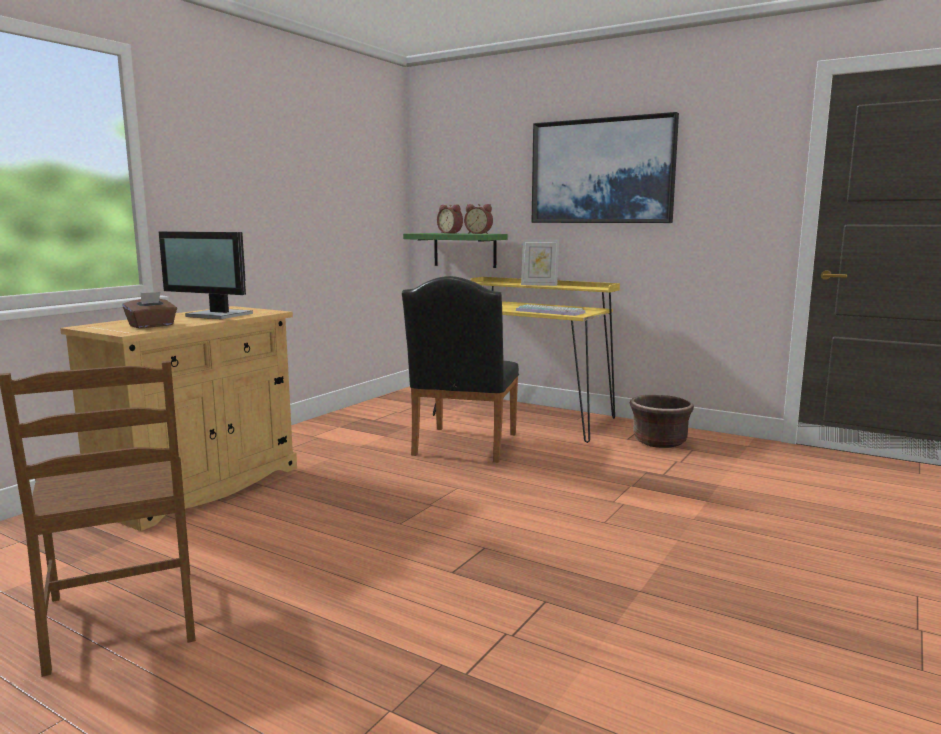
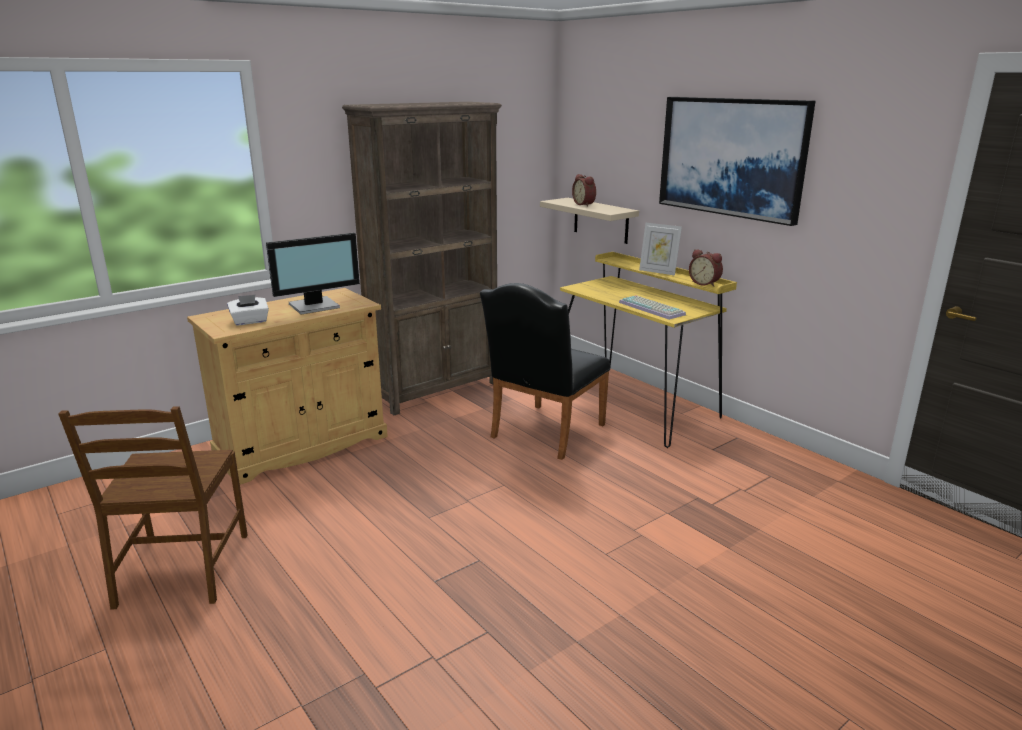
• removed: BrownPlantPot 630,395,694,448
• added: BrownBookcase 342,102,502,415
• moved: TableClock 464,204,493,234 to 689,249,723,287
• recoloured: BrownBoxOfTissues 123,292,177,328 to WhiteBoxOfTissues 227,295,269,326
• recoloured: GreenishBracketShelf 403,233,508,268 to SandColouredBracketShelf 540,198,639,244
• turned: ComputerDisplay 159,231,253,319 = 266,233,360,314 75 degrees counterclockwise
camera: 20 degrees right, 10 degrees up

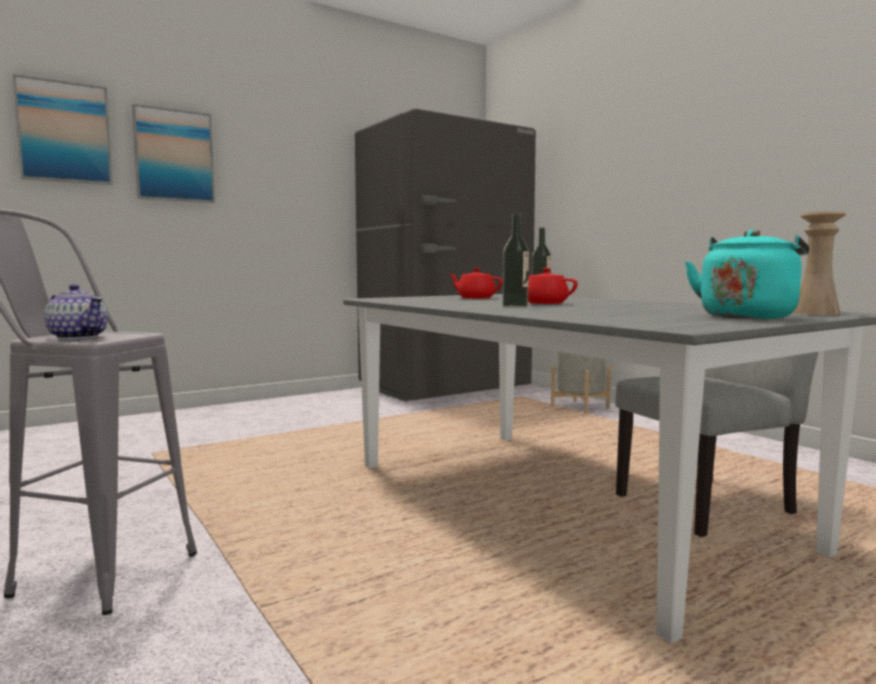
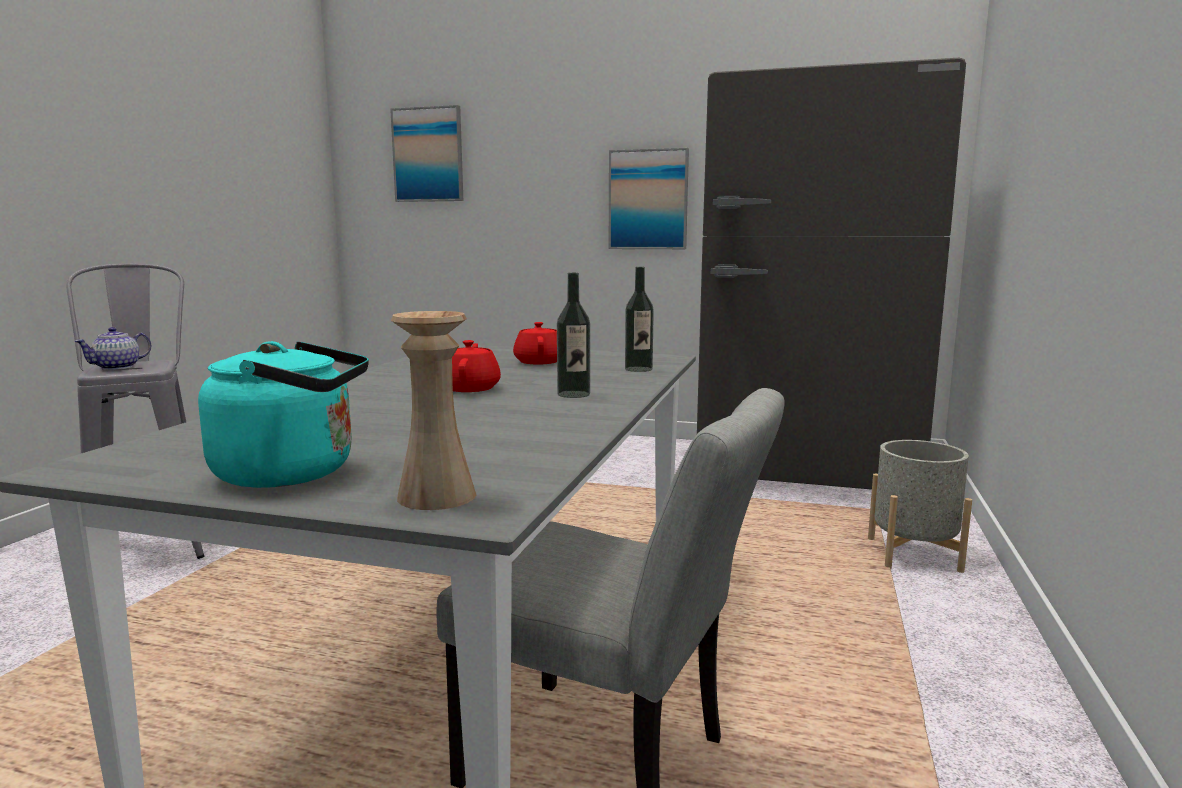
• moved: WallArt 132,104,215,203 to 609,148,689,249
• moved: BeverageBottle 502,213,529,308 to 557,273,590,398
• turned: TeaPot 44,284,107,339 = 74,327,151,370 45 degrees clockwise
camera: 50 degrees right, 5 degrees up

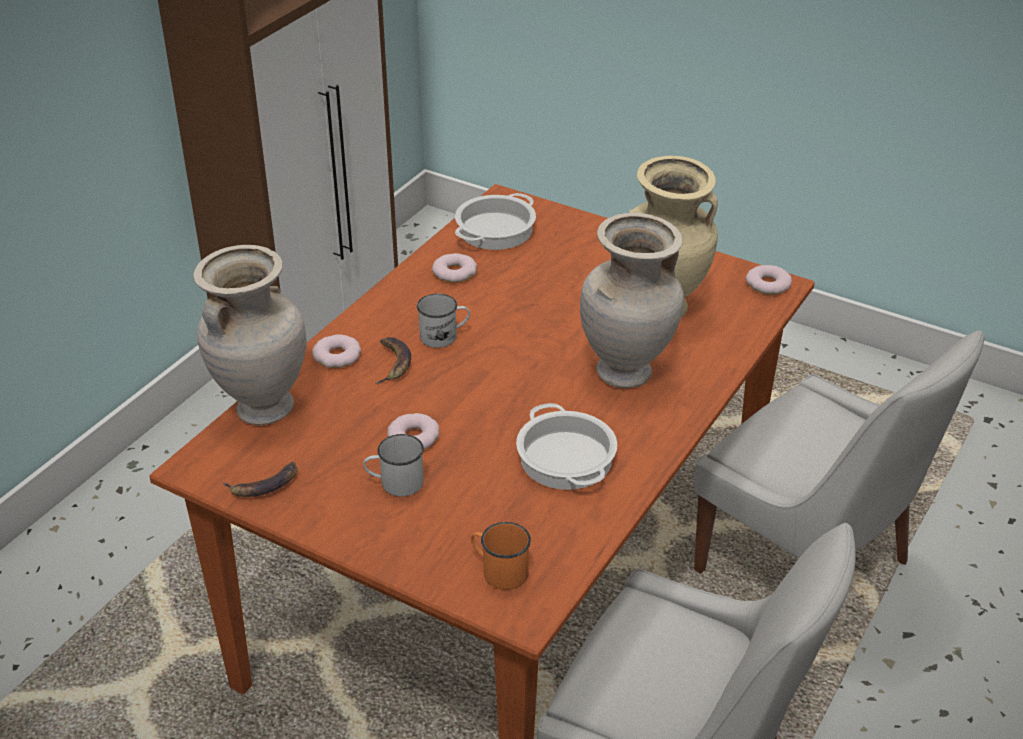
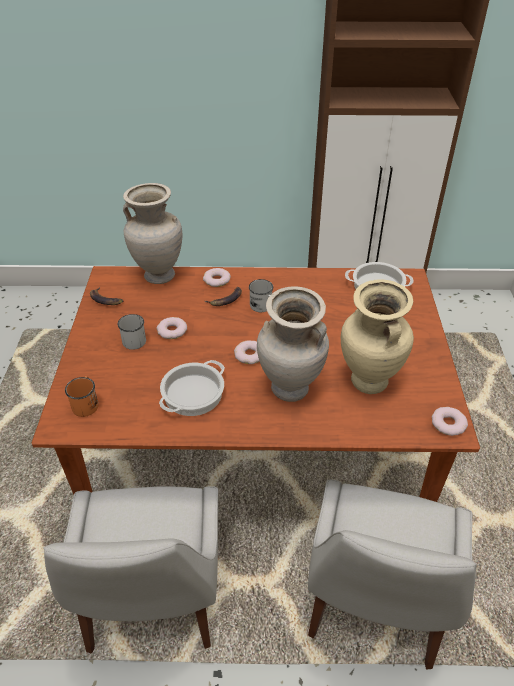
• moved: RingDoughnut 432,253,477,282 to 234,340,260,364
camera: 60 degrees right, 5 degrees up

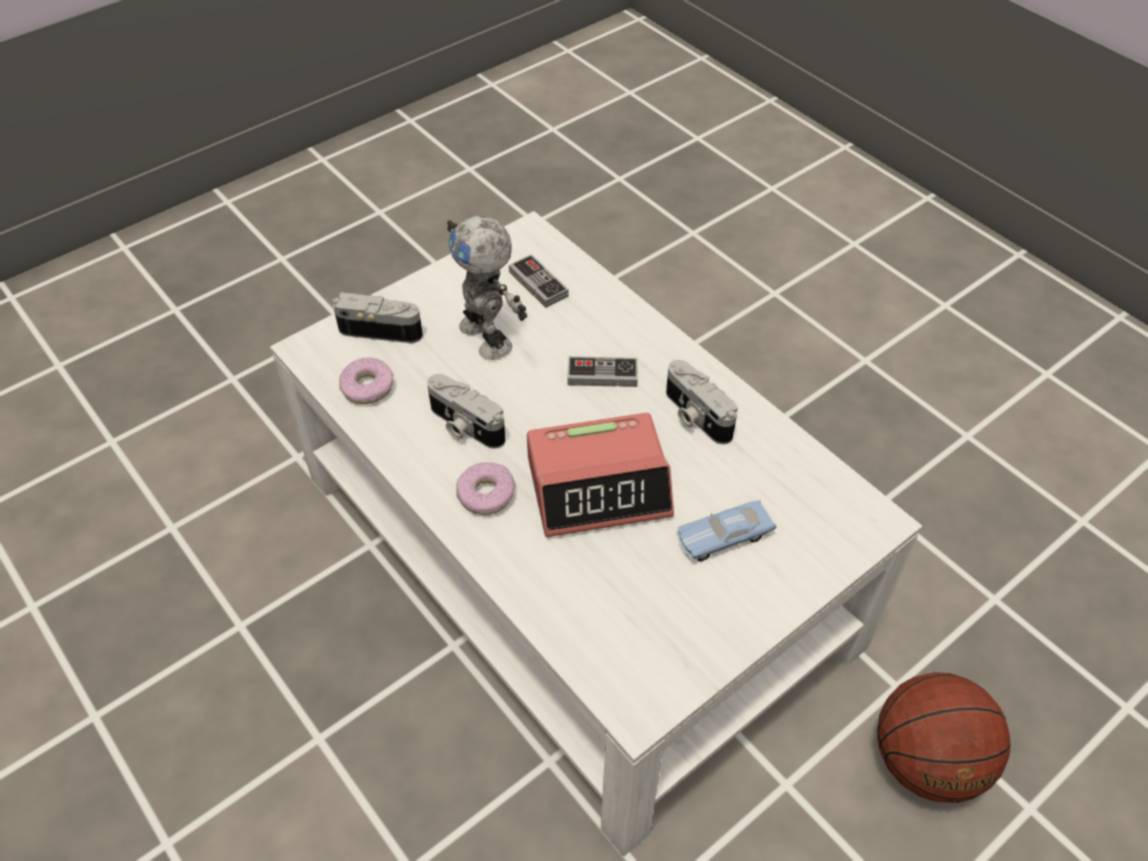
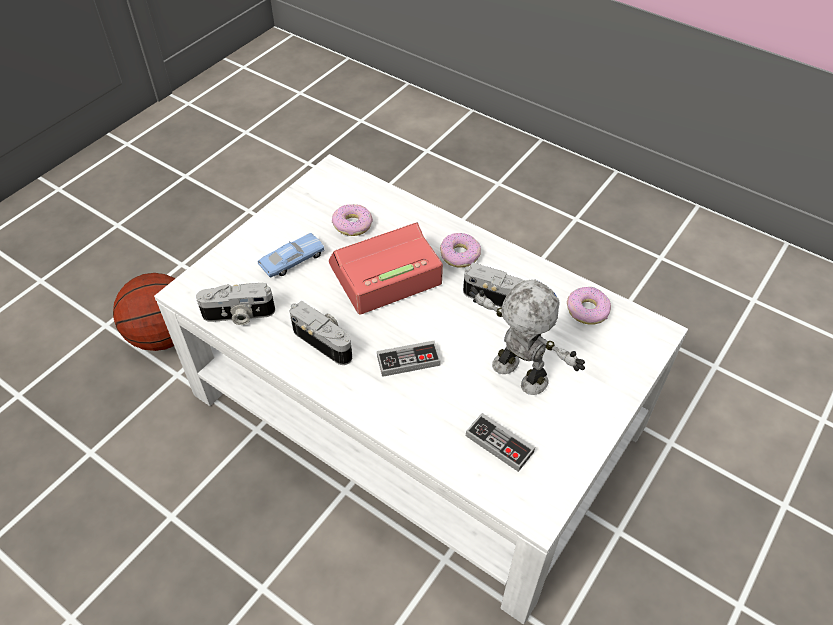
• added: RingDoughnut 332,204,373,236
• moved: StillCamera 333,292,423,343 to 196,283,275,325
camera: 165 degrees right, 0 degrees up

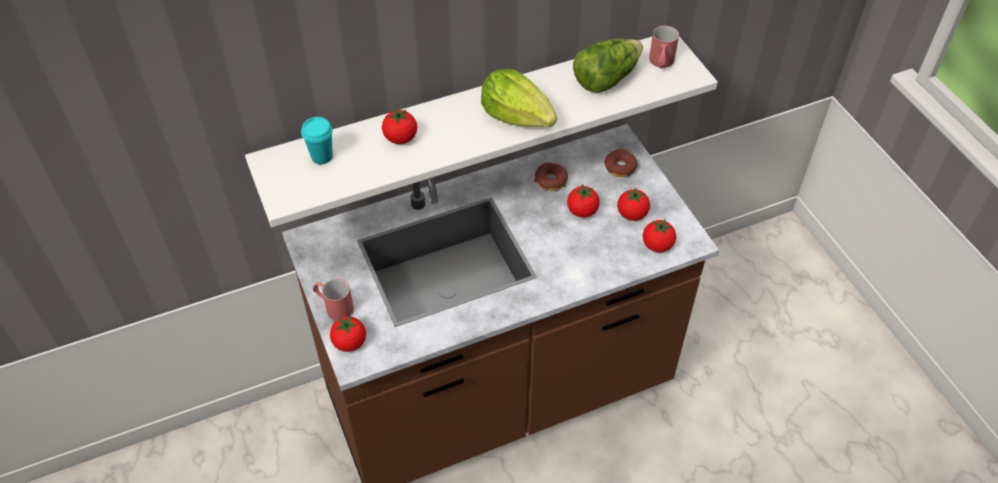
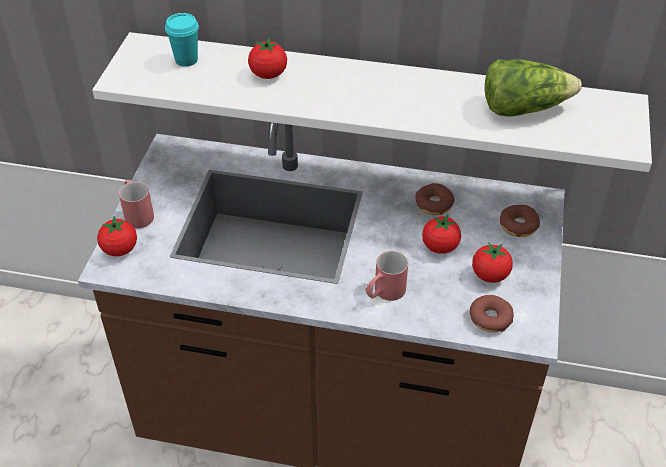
• removed: LettuceHead 481,69,557,127
• moved: RedColouredTeaMug 649,26,679,69 to 366,251,408,301
• replaced: Tomato 643,219,676,252 to RingDoughnut 470,295,514,332
camera: 35 degrees right, 5 degrees down

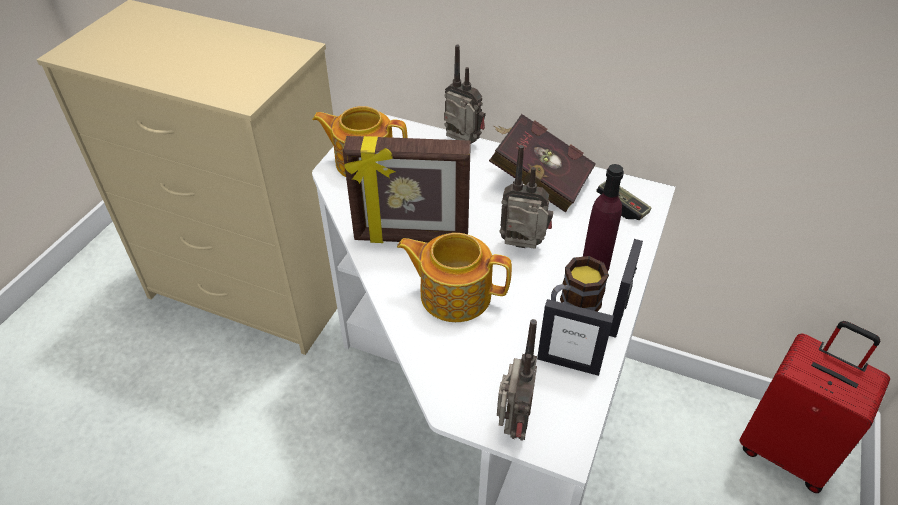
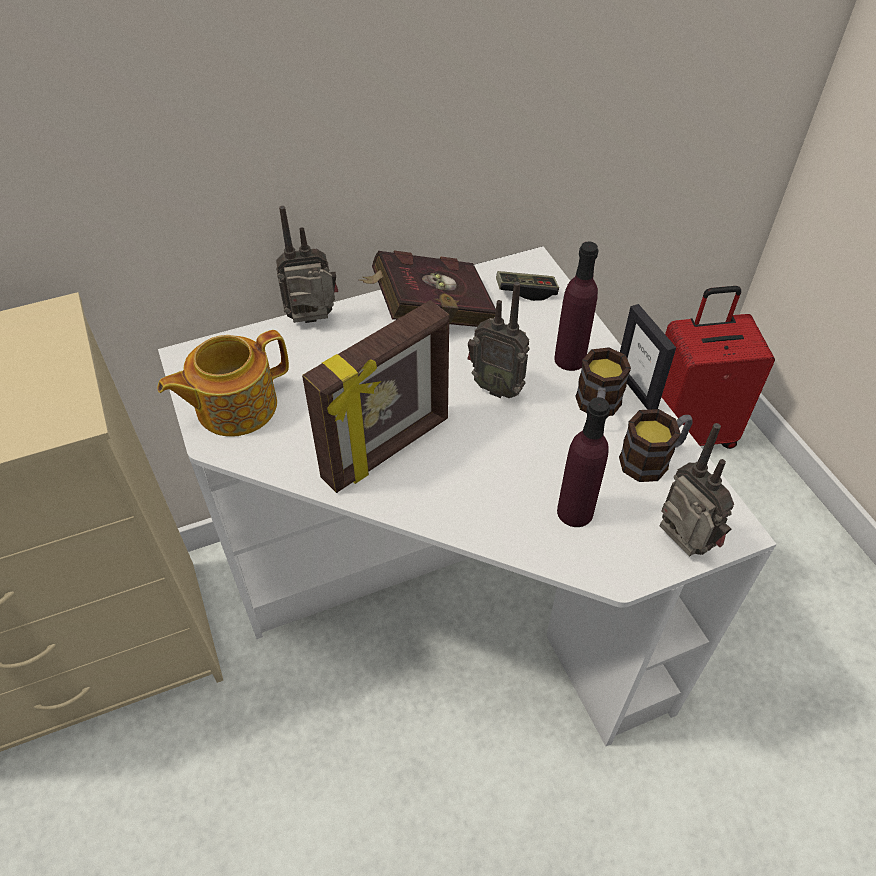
• removed: TeaPot 397,233,512,322
• added: PurpleColouredBeverageBottle 557,397,610,527
• replaced: StandingFrame 537,299,614,376 to TeaMug 619,409,693,482
• turned: Radio 499,145,554,249 = 468,282,530,398 120 degrees counterclockwise
camera: 45 degrees left, 5 degrees up

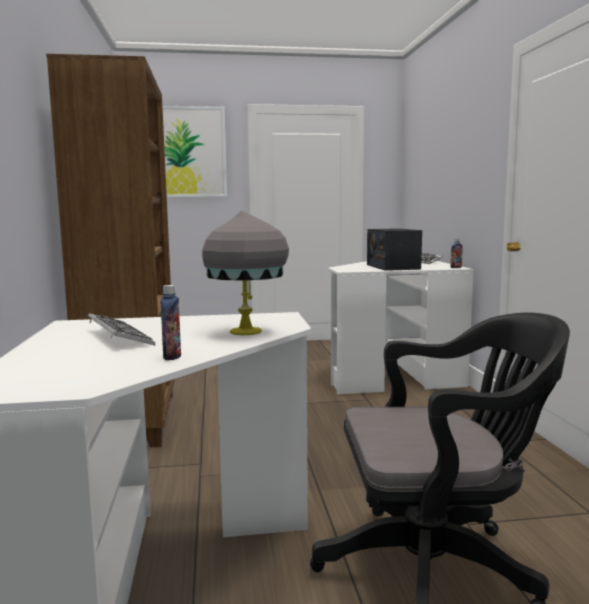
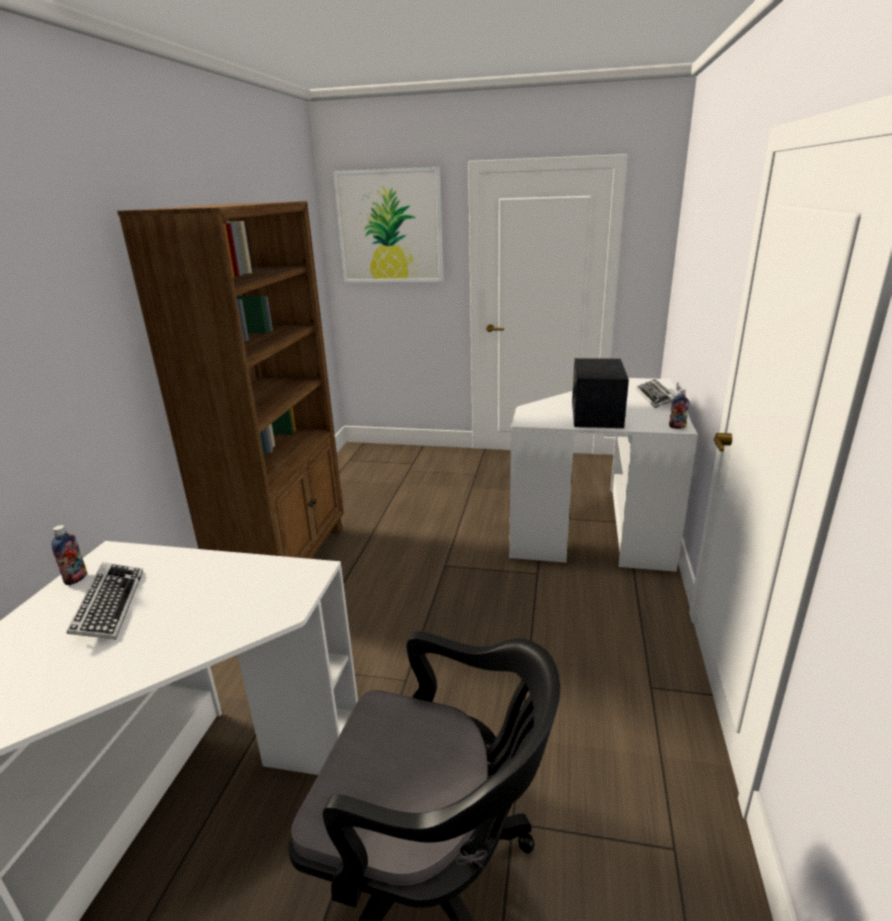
• removed: GreyishLampForATable 202,210,289,335
• moved: BeverageBottle 160,285,181,360 to 51,525,87,585
camera: 20 degrees right, 15 degrees up

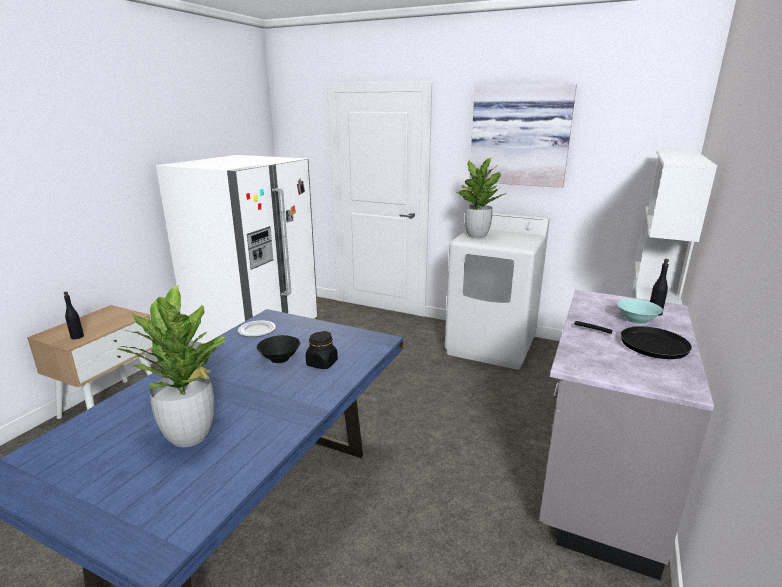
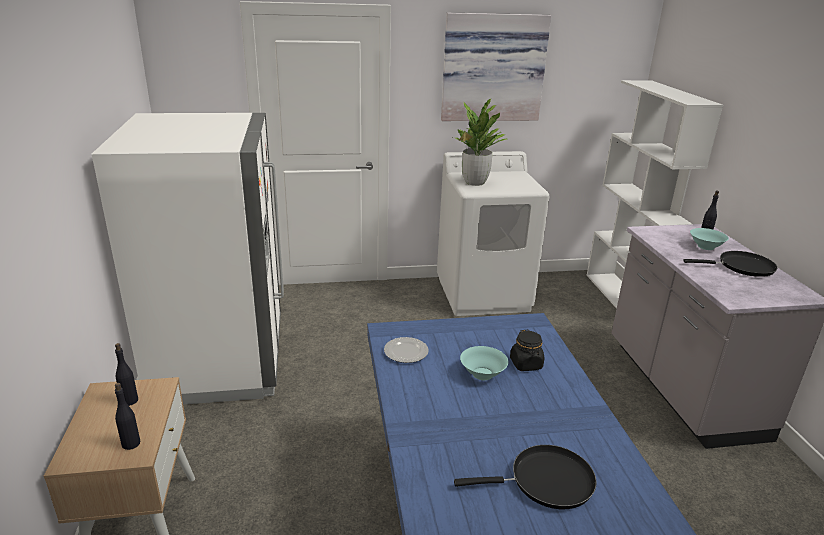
• added: BlackBeverageBottle 115,343,138,406
• replaced: PottedPlant 118,285,227,447 to BlackPan 454,445,597,509
• recoloured: BlackDeepDish 257,335,300,363 to TurquoiseColouredDeepDish 460,346,508,380
camera: 35 degrees left, 5 degrees up

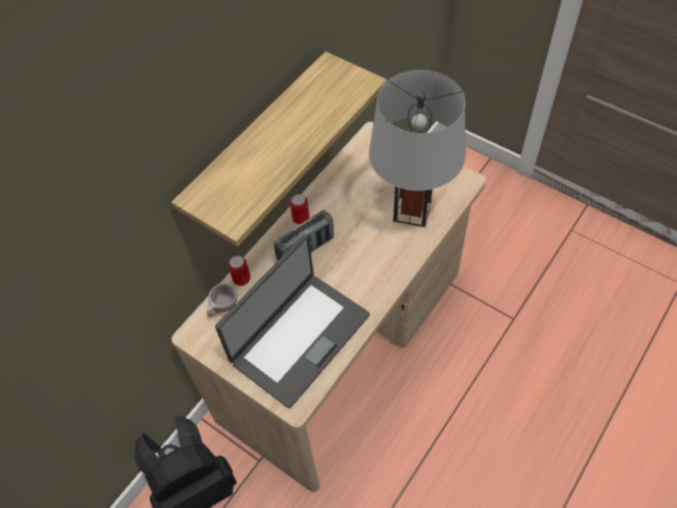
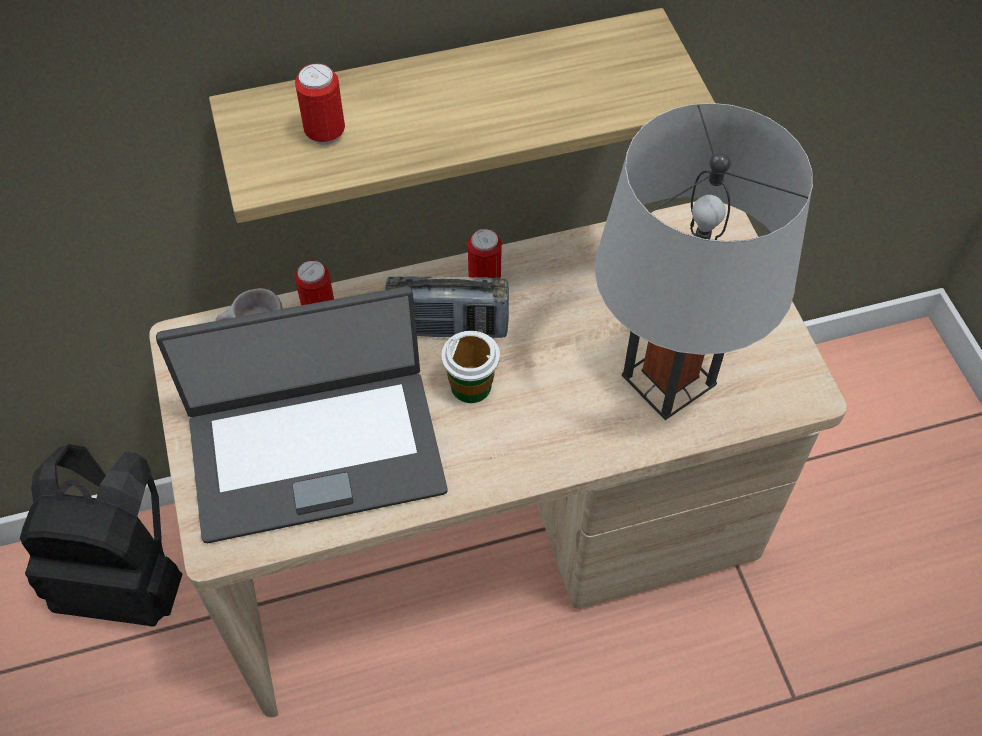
• added: Can 295,63,345,145
• added: DrinkingCup 441,331,500,403
camera: 35 degrees right, 0 degrees up

